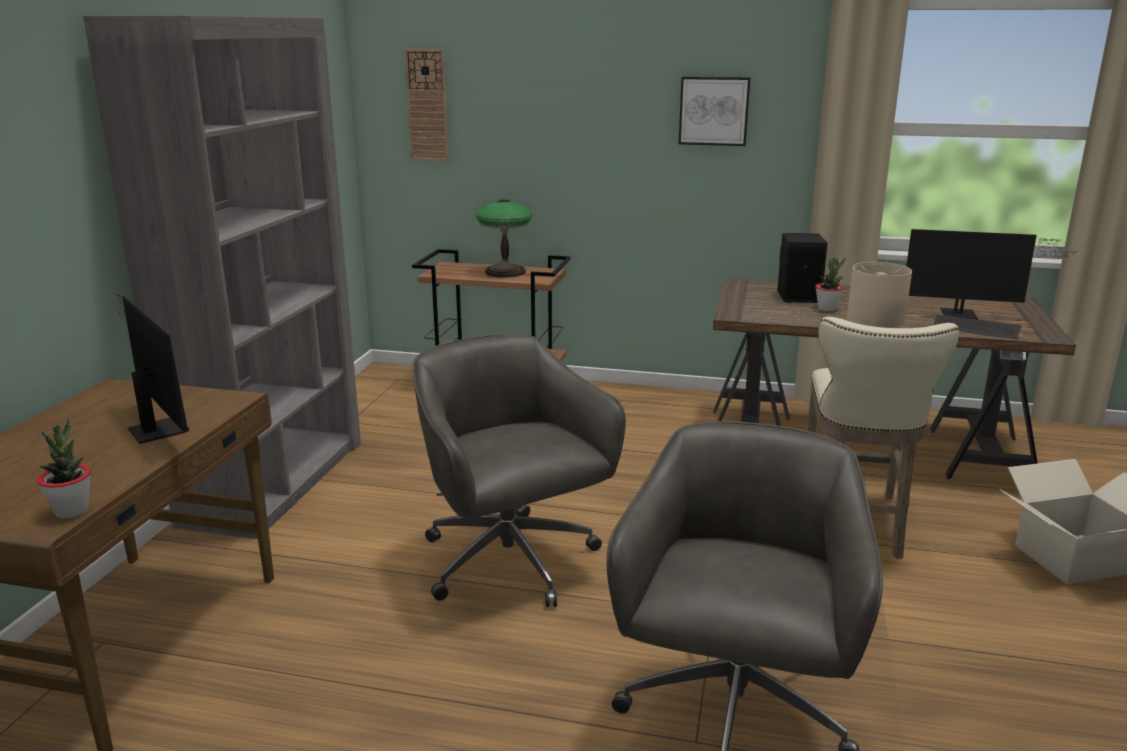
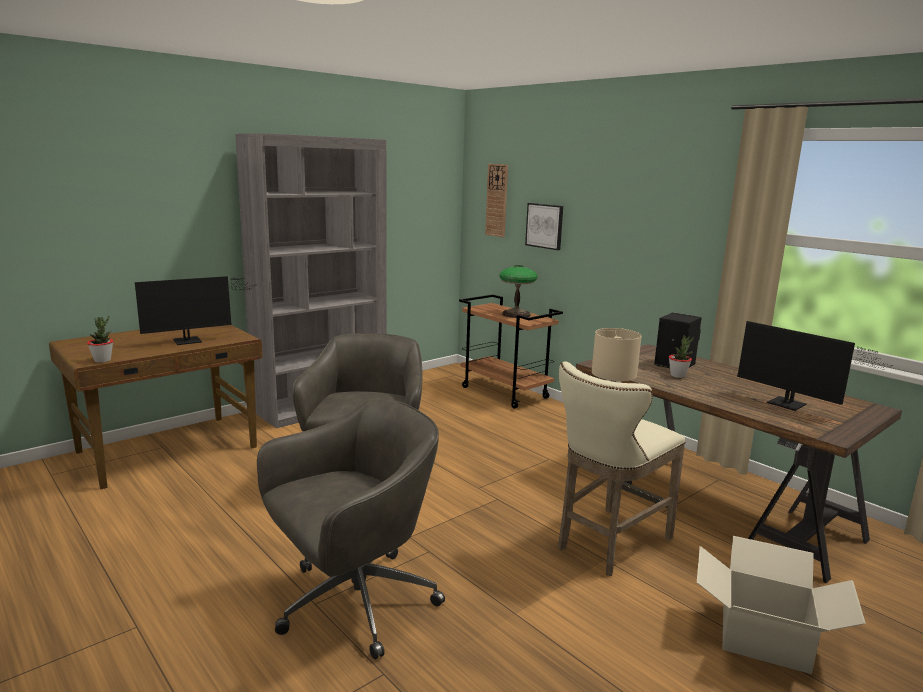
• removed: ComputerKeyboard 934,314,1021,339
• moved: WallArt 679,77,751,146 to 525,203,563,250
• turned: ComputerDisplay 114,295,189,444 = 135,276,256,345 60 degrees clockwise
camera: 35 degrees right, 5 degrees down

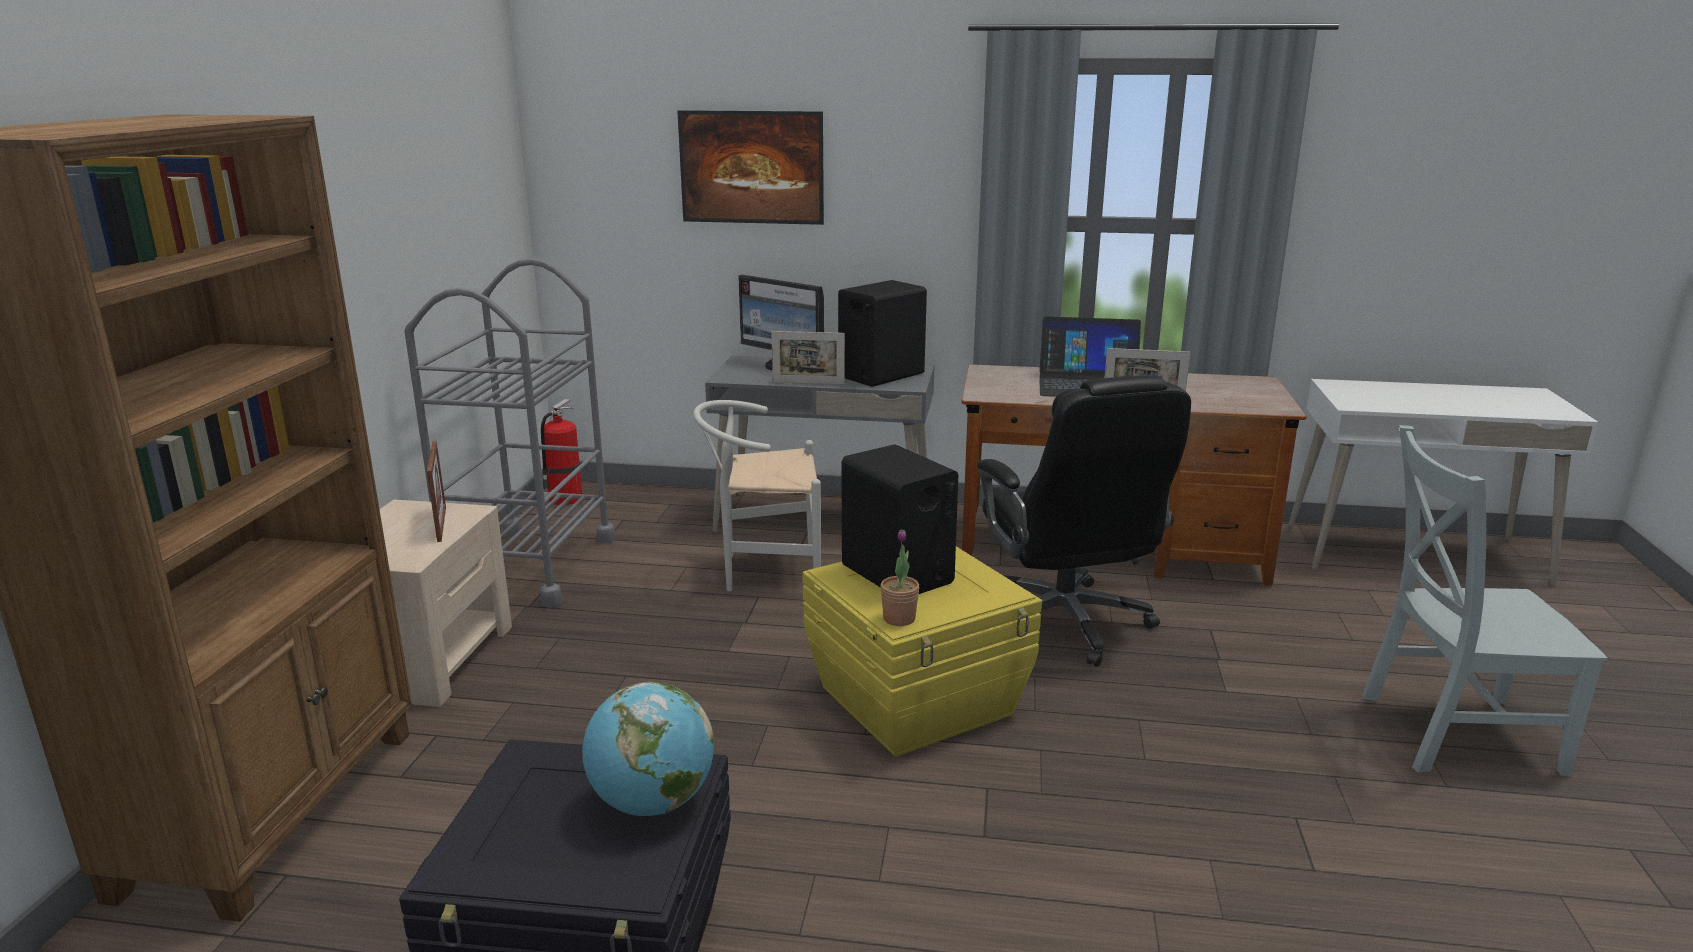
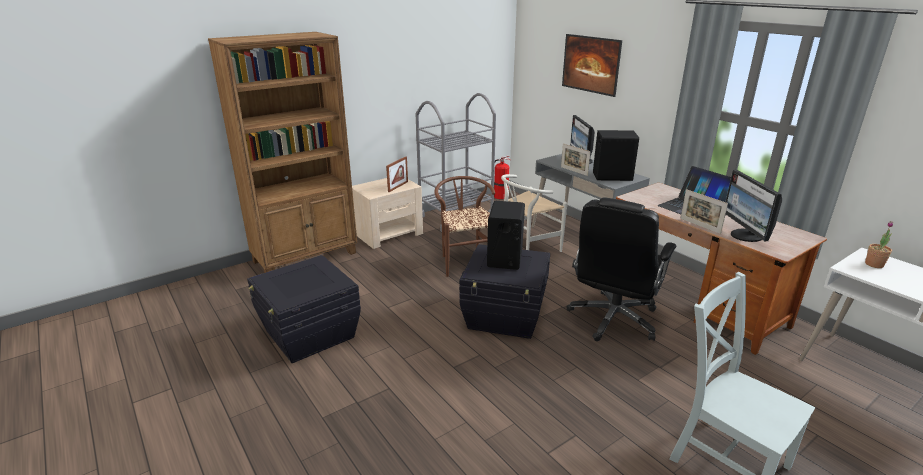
• removed: WorldGlobe 582,682,714,816
• added: BrownUprightChair 435,176,495,277
• added: ComputerDisplay 725,169,782,242
• moved: PottedPlant 880,529,919,626 to 865,221,893,268
• recoloured: YellowishStorageBin 803,546,1042,757 to BlackStorageBin 459,244,550,339
• turned: WhiteUprightChair 693,400,821,591 = 501,174,567,252 75 degrees counterclockwise
camera: 45 degrees right, 5 degrees up

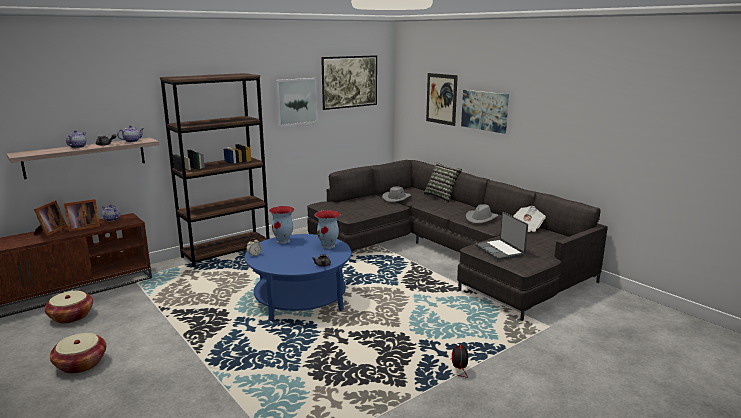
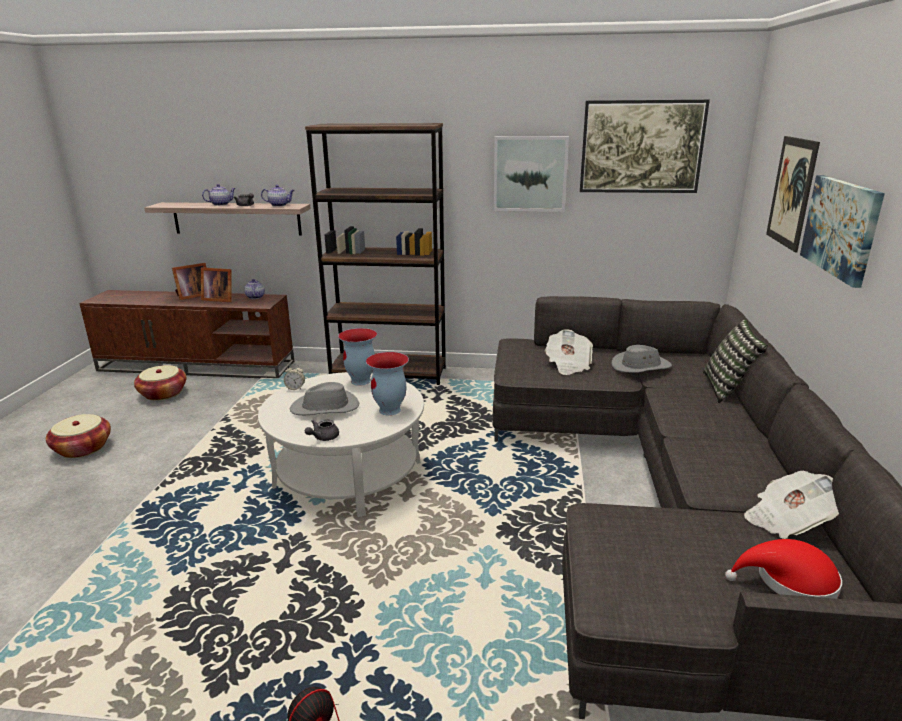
• removed: Laptop 475,212,528,260
• added: Newspaper 545,329,593,375
• added: RedColouredClothingHat 725,539,842,599
• moved: GreyishClothingHat 466,204,498,223 to 290,382,359,415
• recoloured: BluishCoffeeTable 245,234,351,321 to WhiteCoffeeTable 258,372,424,517
camera: 45 degrees right, 5 degrees up

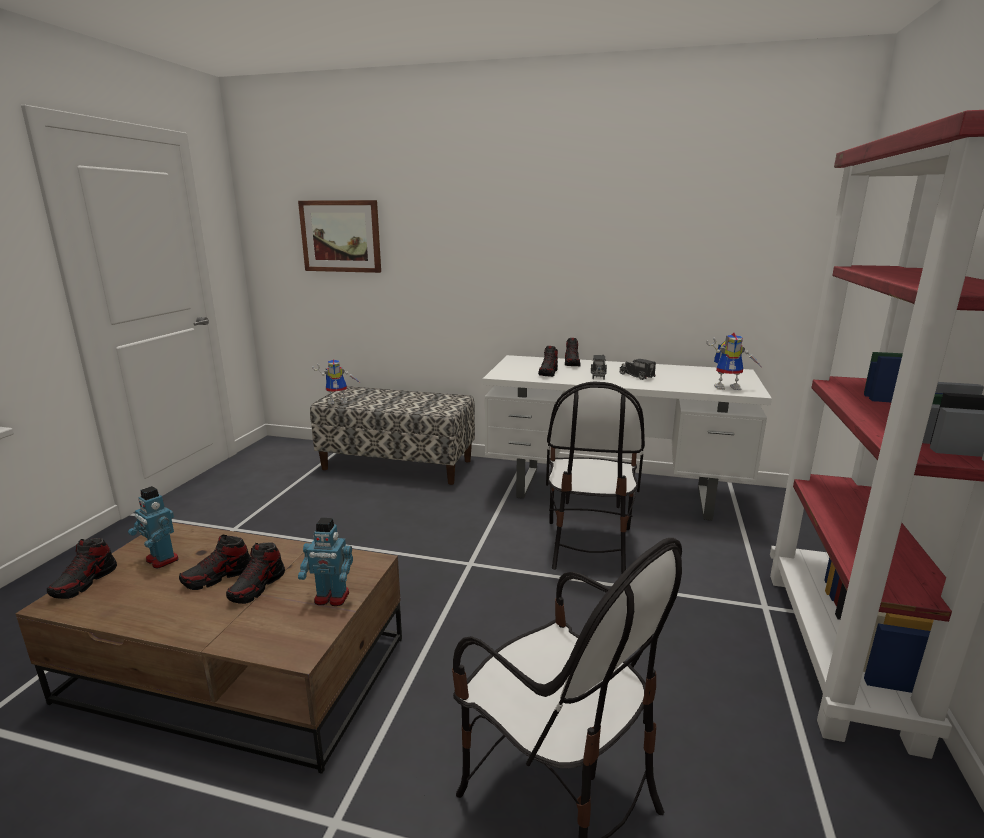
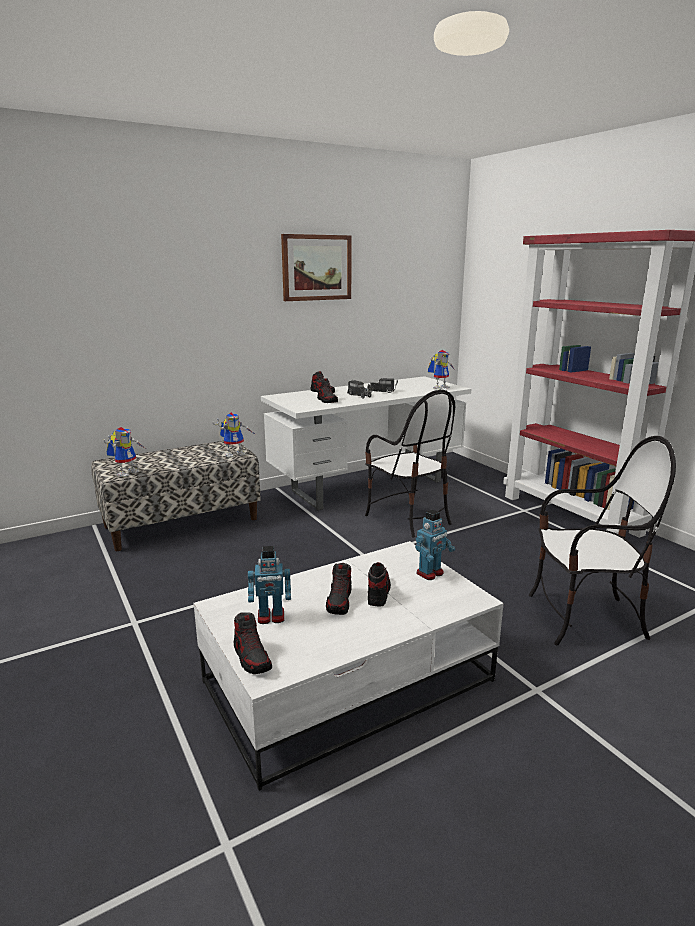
• added: ModelRobot 212,412,256,458
• moved: WallArt 298,200,381,273 to 281,234,351,301
• recoloured: BrownCoffeeTable 15,522,402,774 to WhiteCoffeeTable 193,541,504,791
• turned: Shoe 226,542,285,604 = 368,562,391,607 150 degrees counterclockwise
camera: 45 degrees left, 0 degrees up

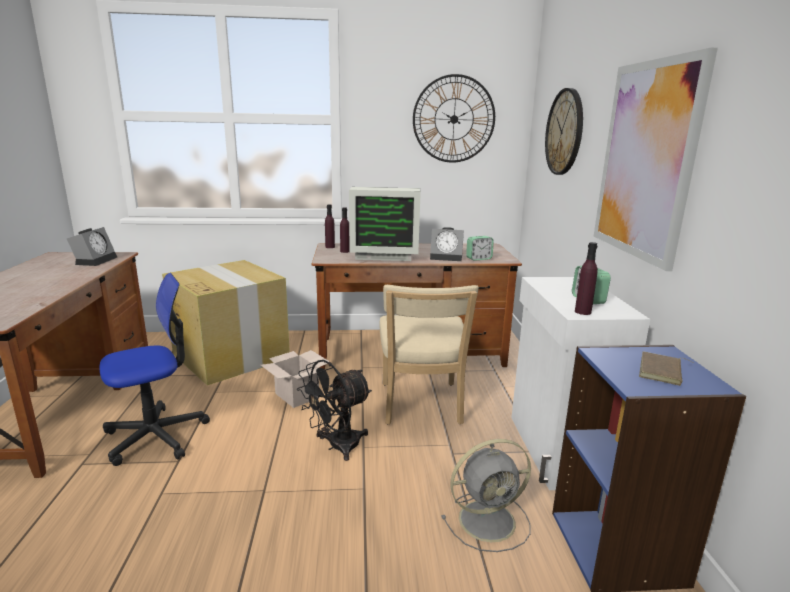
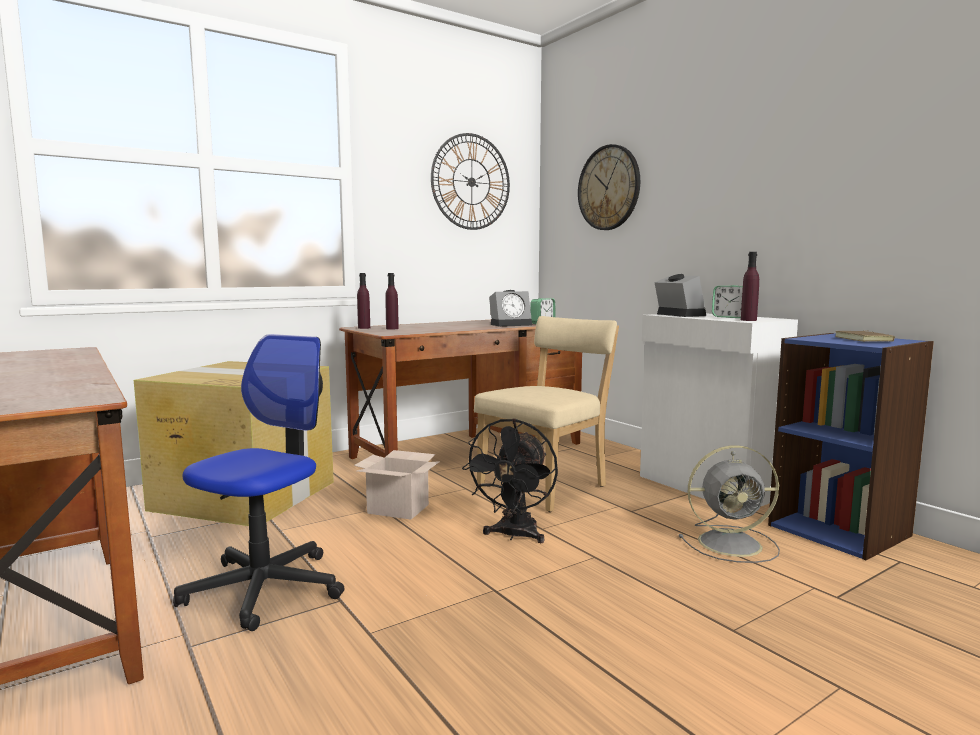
• removed: ComputerDisplay 349,187,421,261
• removed: WallArt 594,48,718,271
• moved: TableClock 67,227,118,266 to 654,274,706,317
• turned: SandColouredUprightChair 379,285,479,425 = 474,316,619,512 105 degrees counterclockwise
• turned: GreyishElectricFan 441,439,531,552 = 679,445,780,563 45 degrees clockwise
camera: 30 degrees left, 10 degrees down

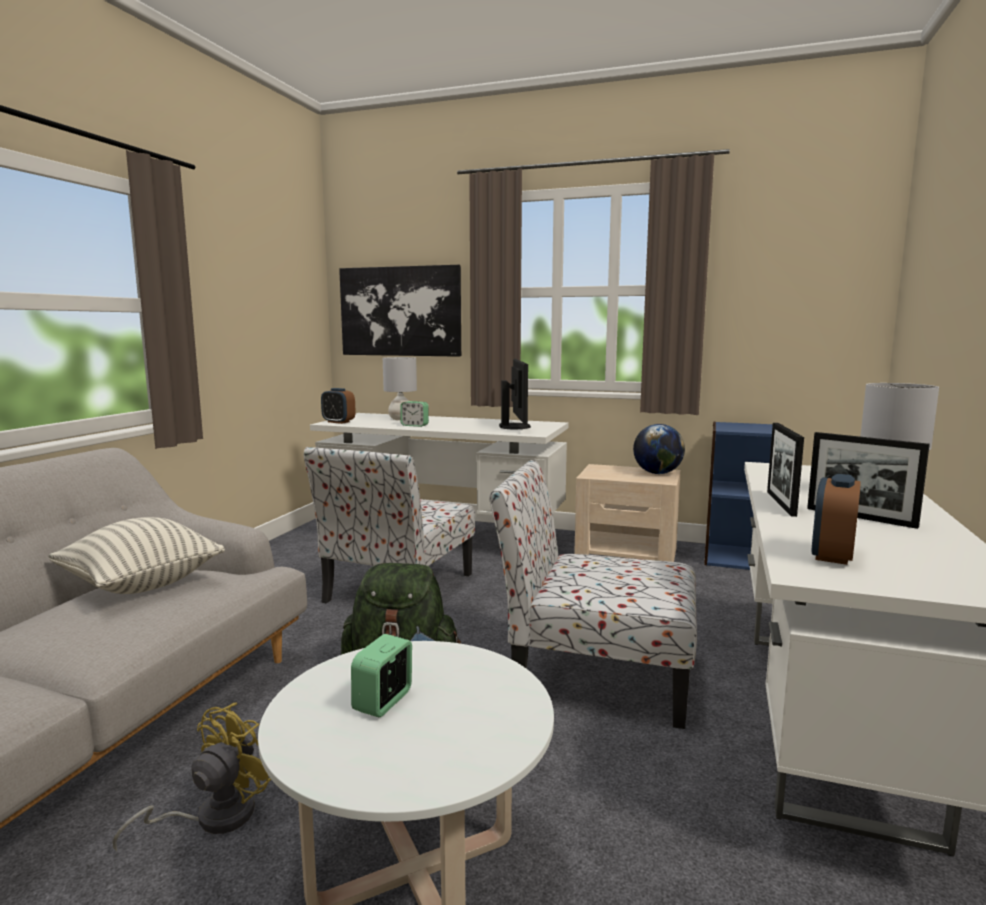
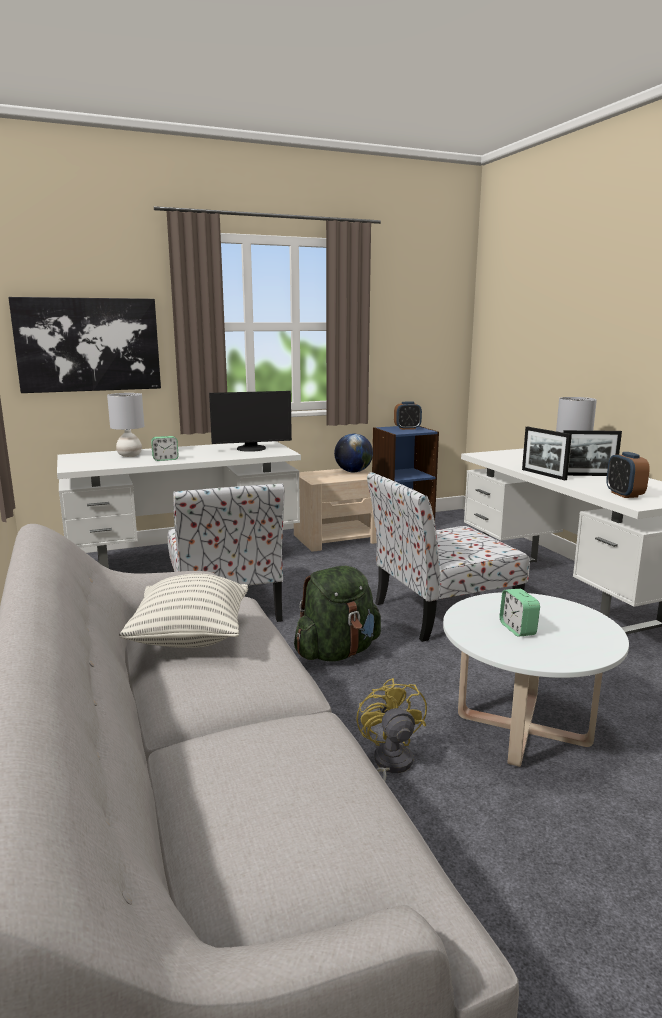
• moved: TableClock 321,388,356,424 to 394,402,422,430
• turned: ComputerDisplay 499,359,531,429 = 209,391,292,452 120 degrees clockwise
camera: 40 degrees left, 5 degrees up

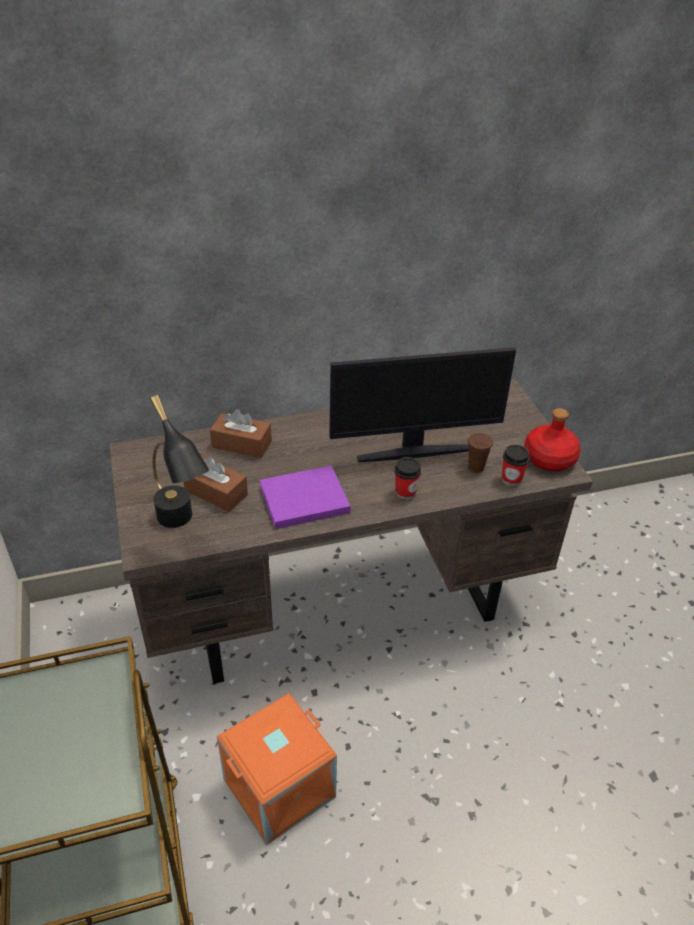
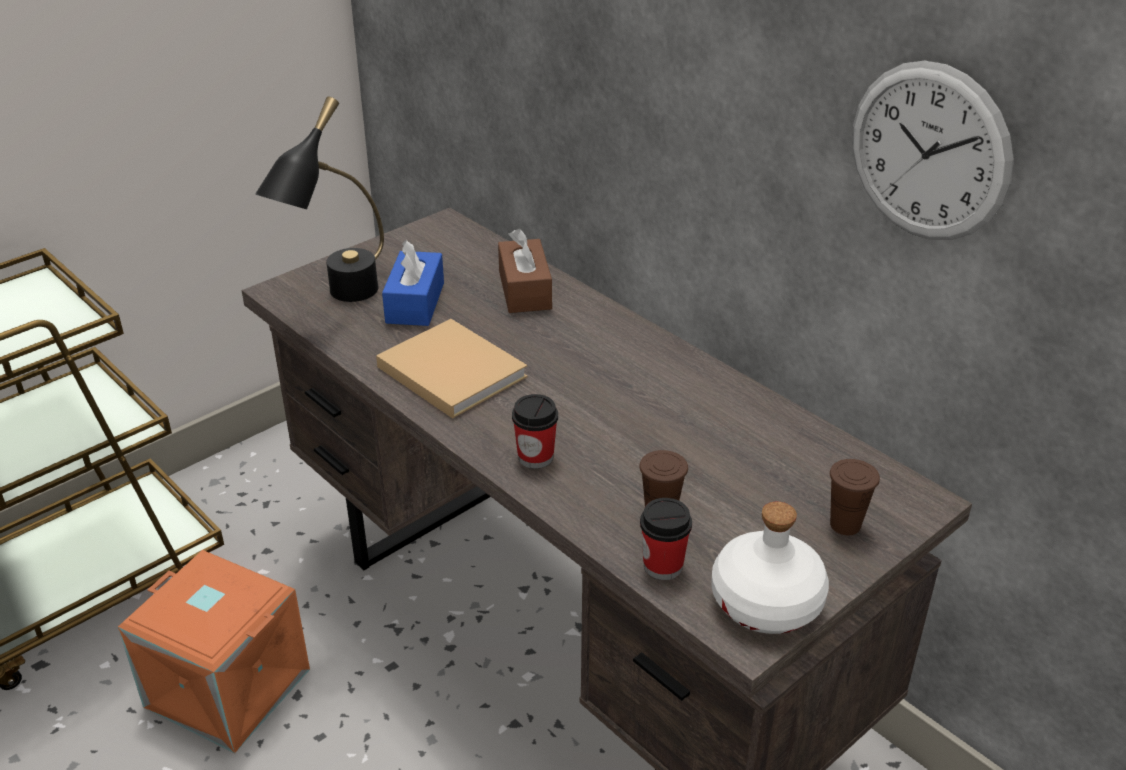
• removed: ComputerDisplay 329,347,516,462
• added: BrownDrinkingCup 830,459,880,535
• added: ClockOnTheWall 852,61,1014,240
• recoloured: BrownBoxOfTissues 184,456,248,512 to BluishBoxOfTissues 382,240,444,326
• recoloured: PurpleColouredBook 260,466,350,529 to SandColouredBook 376,319,528,419
• recoloured: RedColouredBeverageBottle 524,408,581,471 to WhiteBeverageBottle 711,502,829,634
camera: 65 degrees right, 5 degrees down

